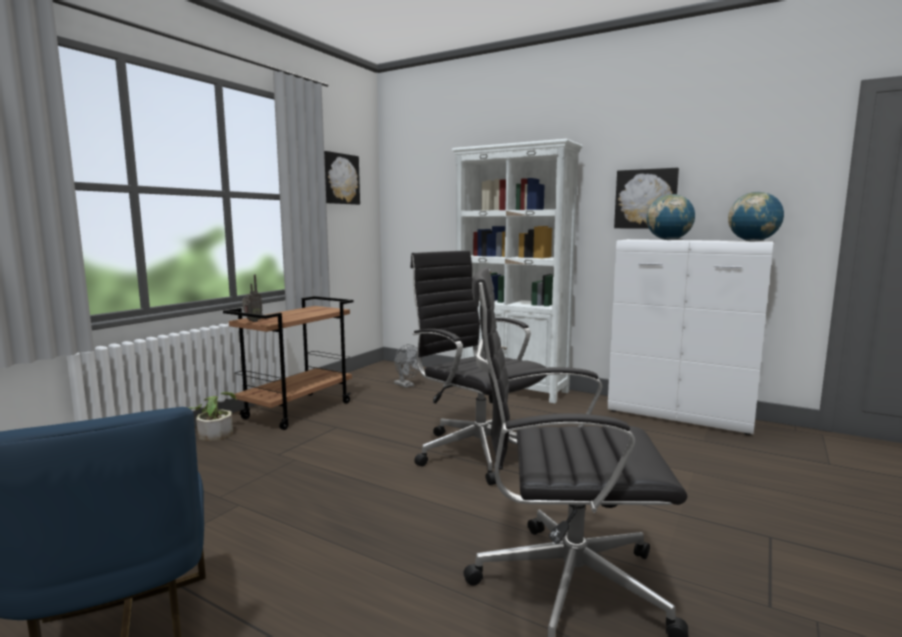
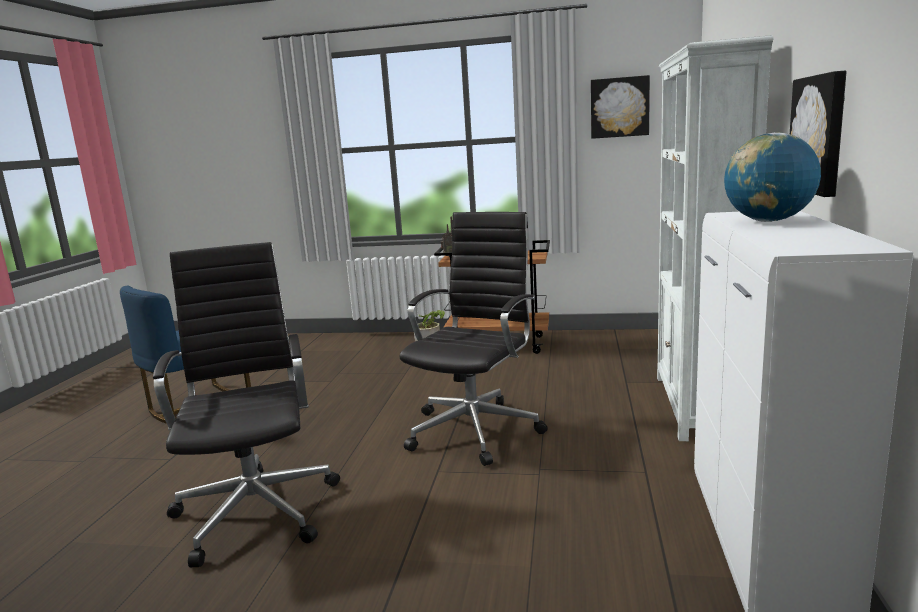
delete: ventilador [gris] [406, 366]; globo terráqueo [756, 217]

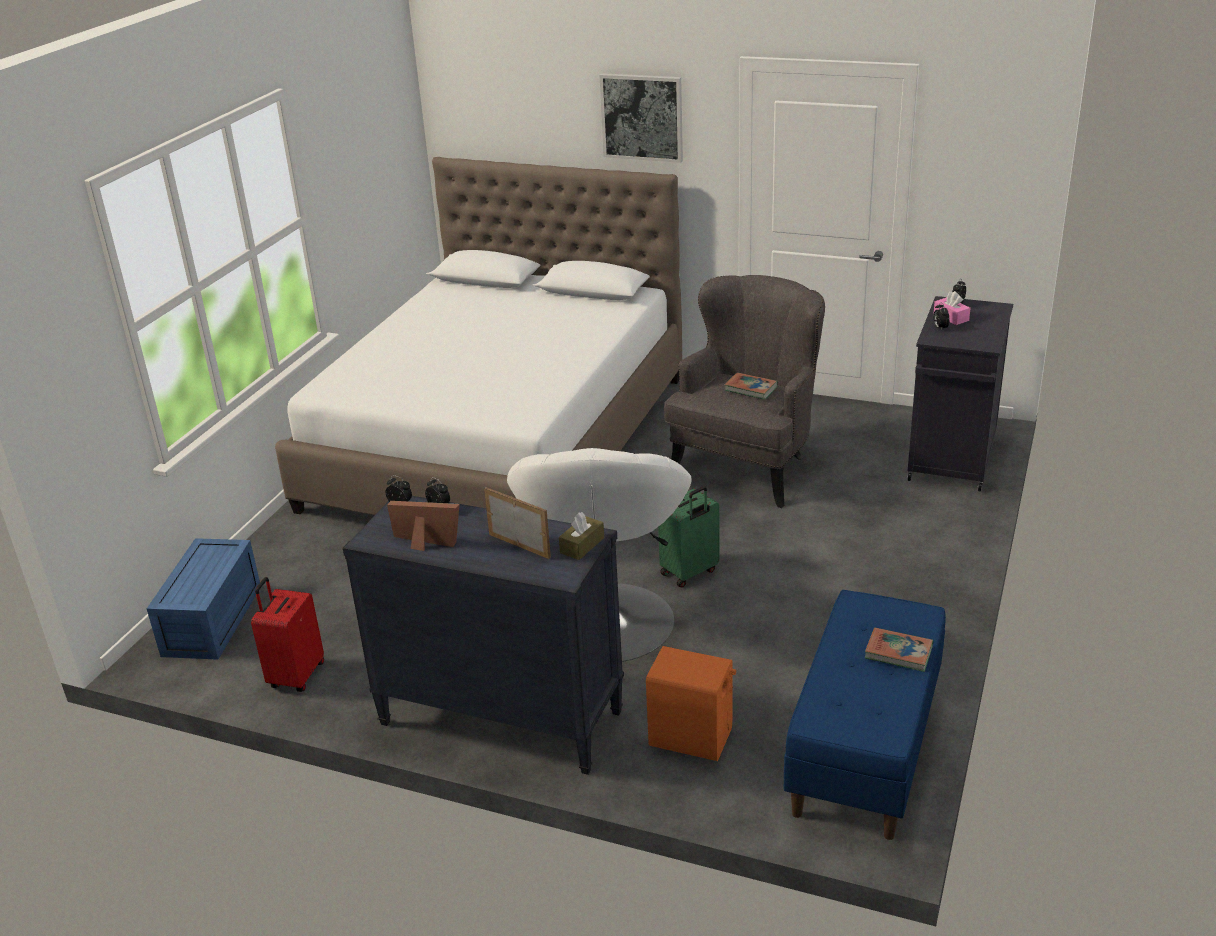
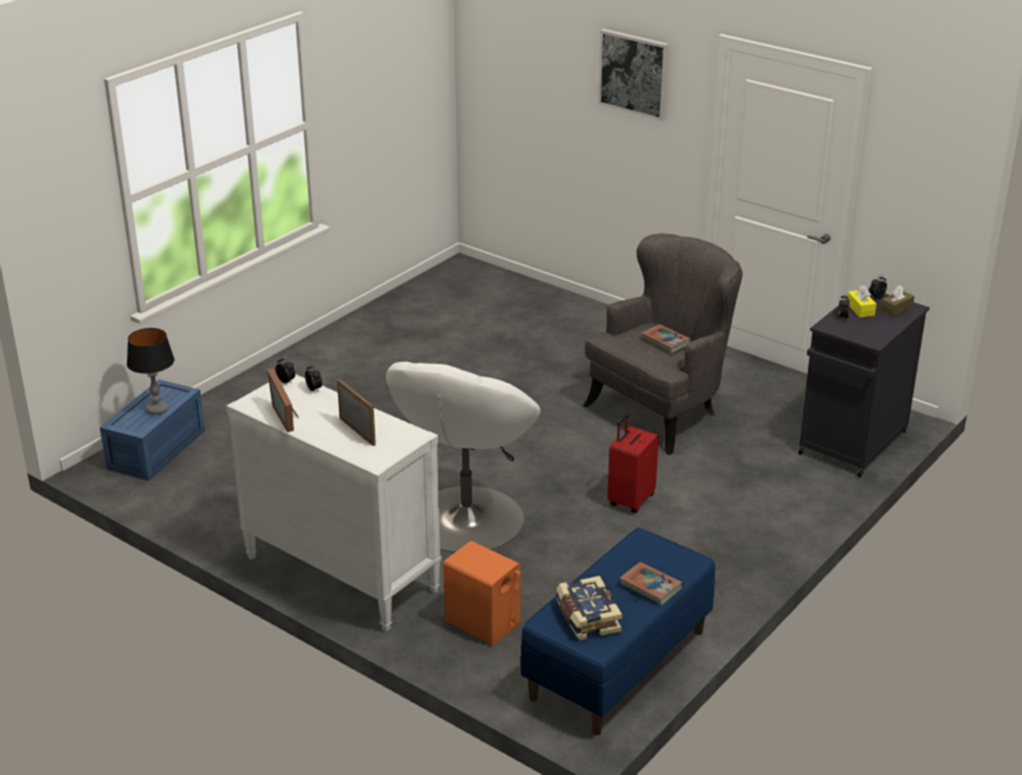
delete: cama [blanco] [478, 336]; maleta [verde] [689, 537]
insert: lámpara de mesa [150, 371]; libro [589, 608]
move: maleta [rojo] [287, 634] to [633, 463]; caja de pañuelos [marrón] [581, 536] to [897, 301]
recolor: cómoda [negro] [483, 635] to cómoda [blanco] [334, 502]; caja de pañuelos [rosa] [952, 308] to caja de pañuelos [amarillo] [861, 301]
rotate: portarretratos [423, 526] = [283, 400] 150 degrees counterclockwise

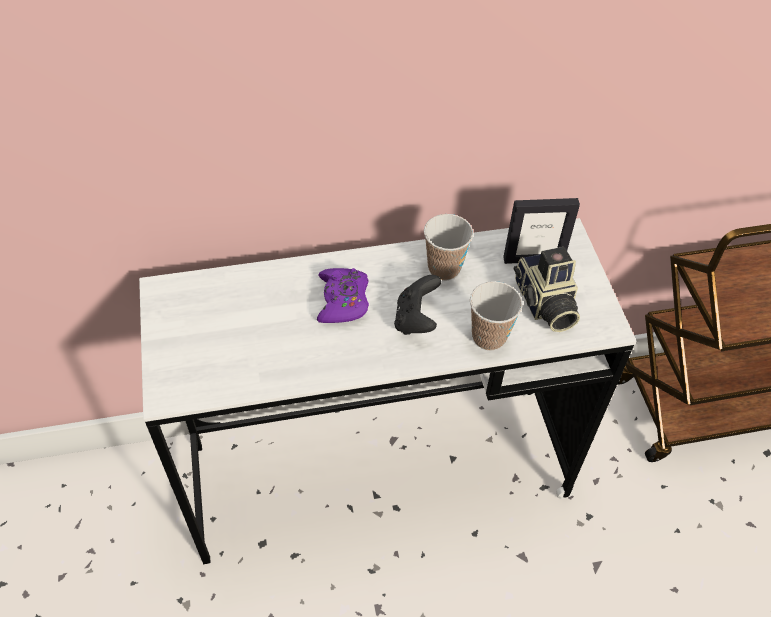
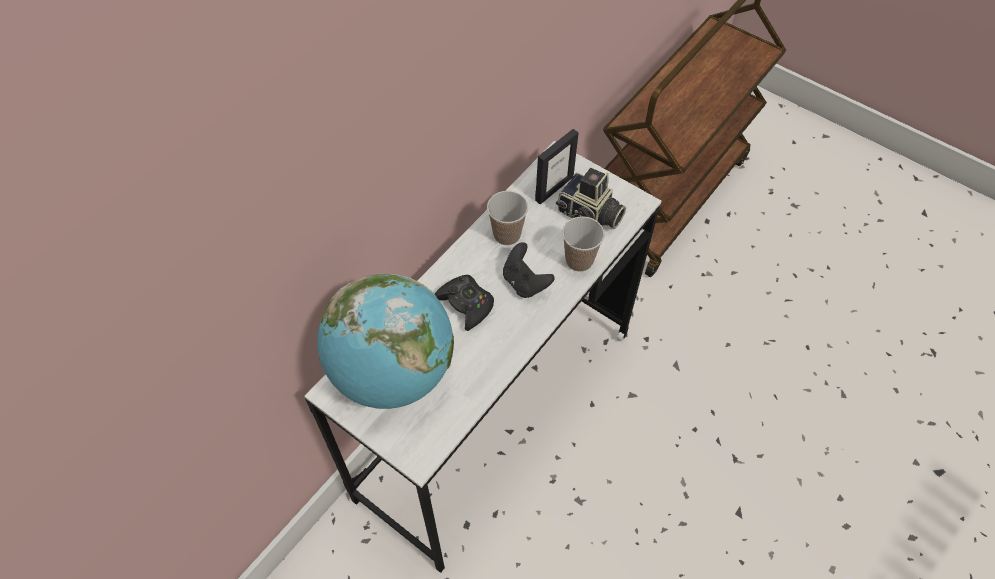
insert: globo terráqueo [385, 341]
recolor: mando de consola [morado] [343, 295] to mando de consola [negro] [464, 303]

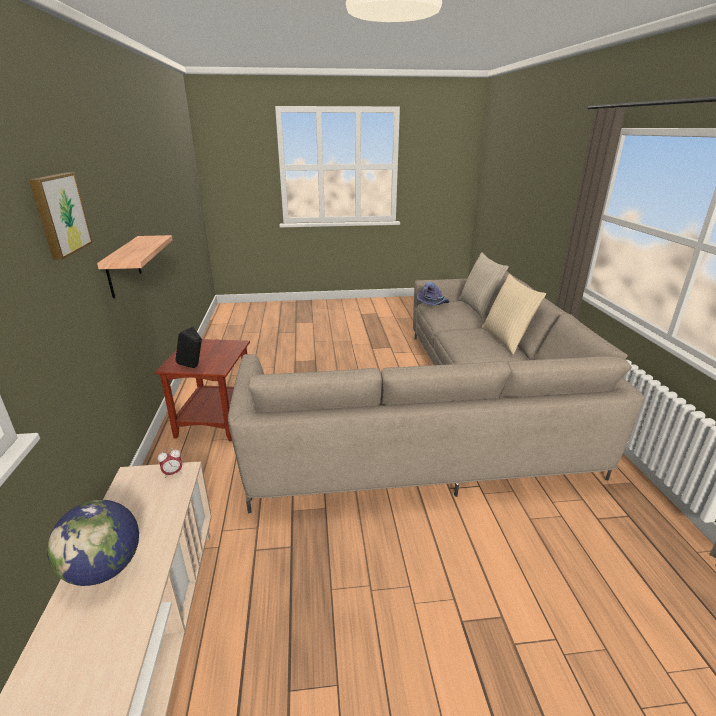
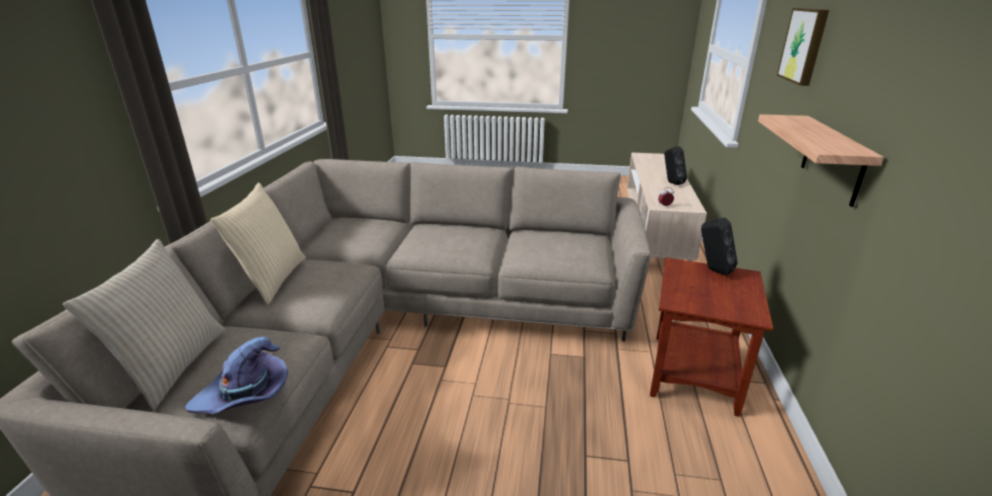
replace: globo terráqueo [93, 543] to altavoz [negro] [675, 165]

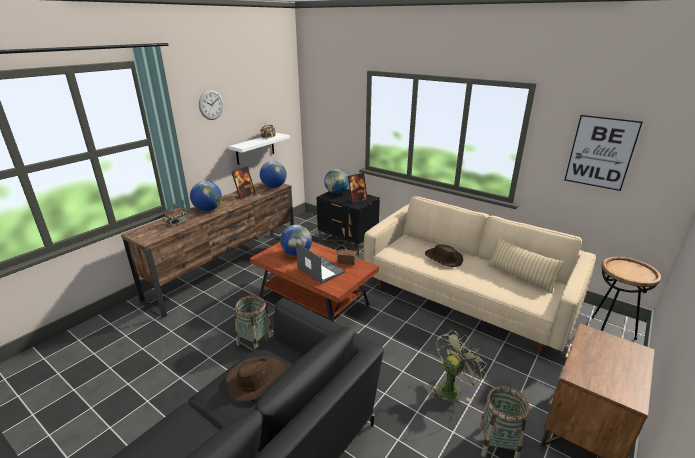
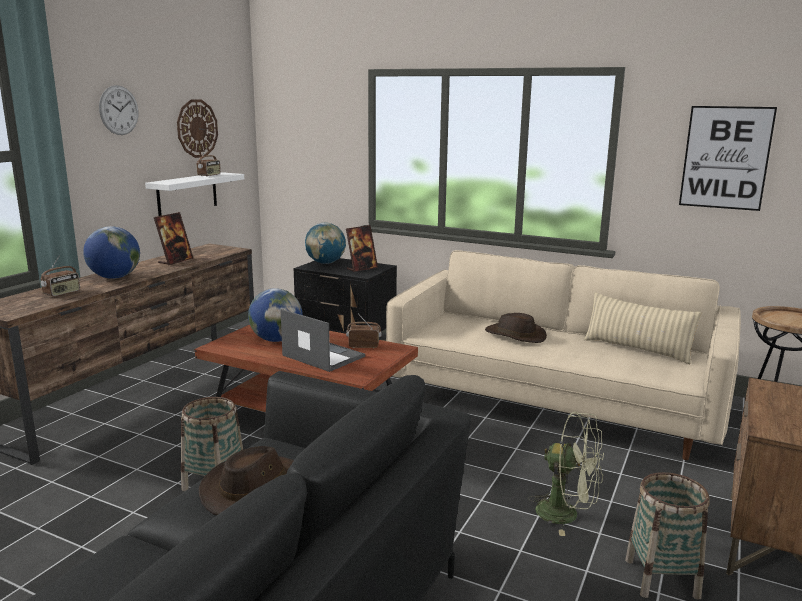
delete: globo terráqueo [273, 174]
insert: reloj de pared [197, 129]
rotate: ventilador [verde] [457, 366] = [566, 474] 75 degrees clockwise

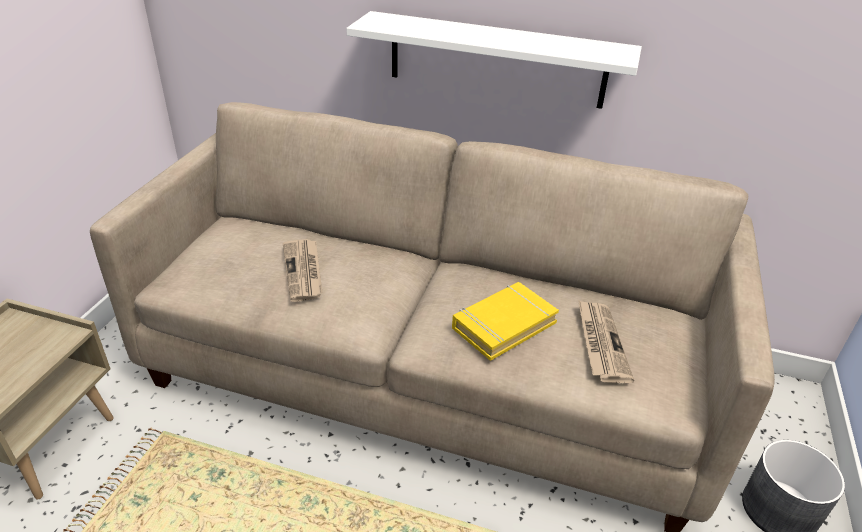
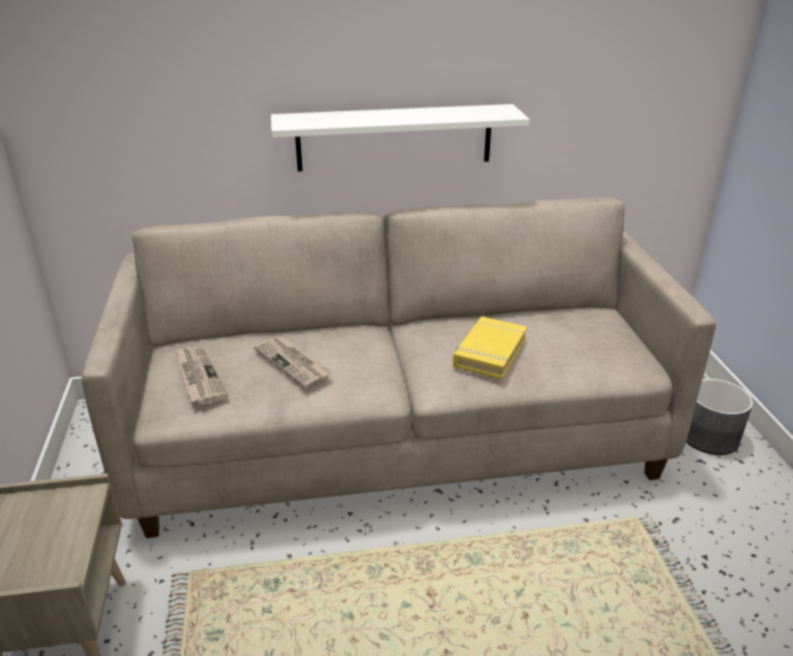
move: periódico [606, 341] to [201, 375]

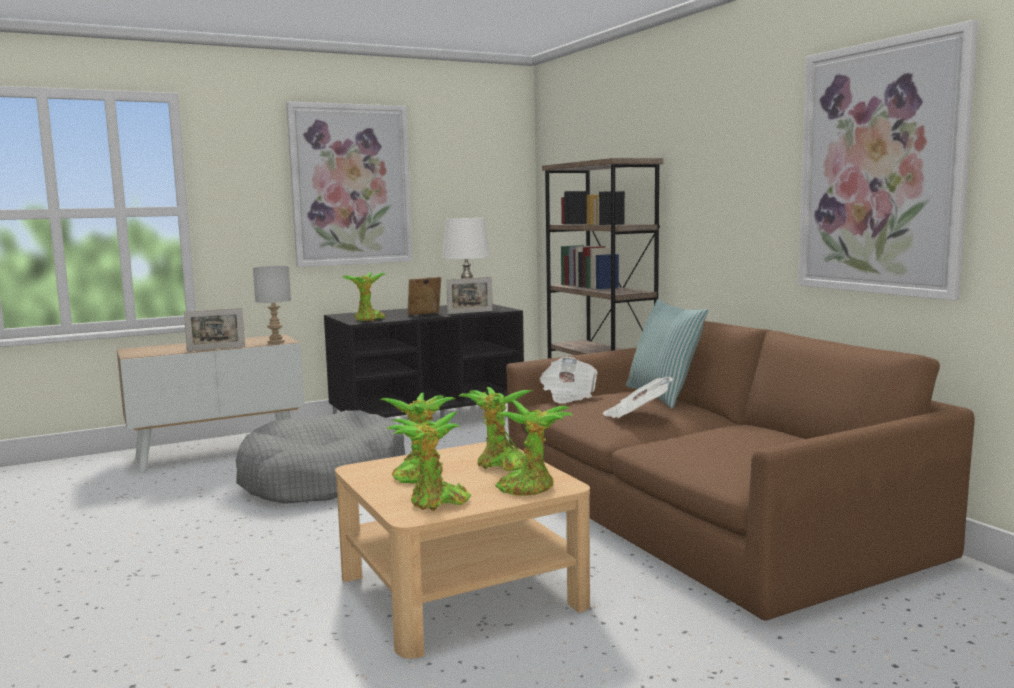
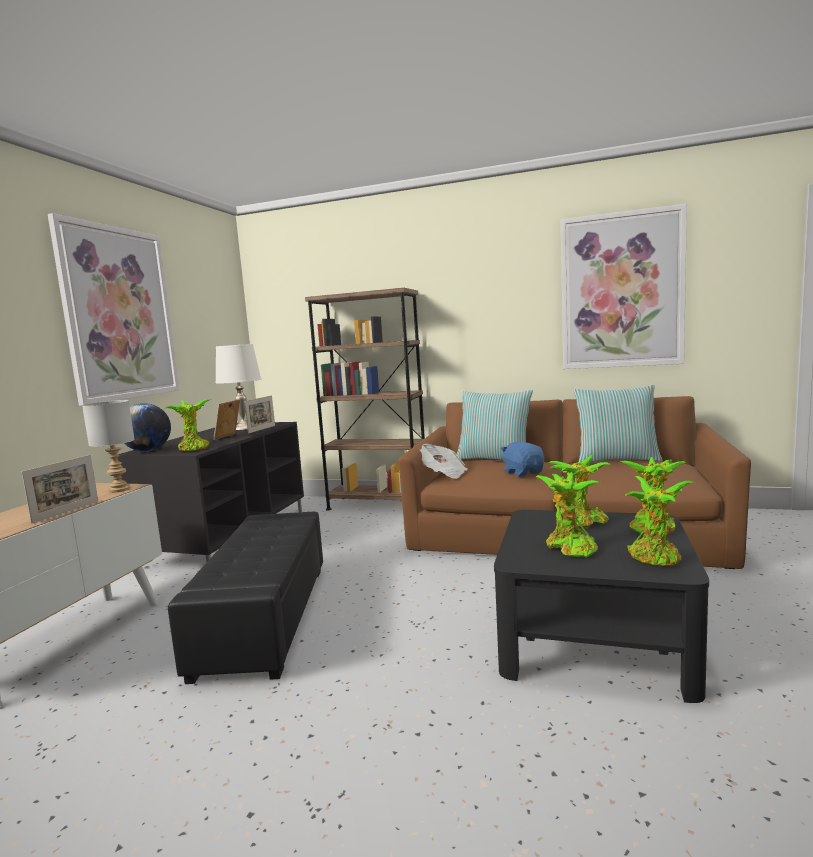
insert: globo terráqueo [147, 427]; cojín [618, 423]
replace: cama para perro [gris] [320, 457] to puf [negro] [245, 598]; periódico [638, 398] to peluche [azul] [523, 459]
recolor: mesa de centro [beis] [462, 550] to mesa de centro [negro] [601, 606]

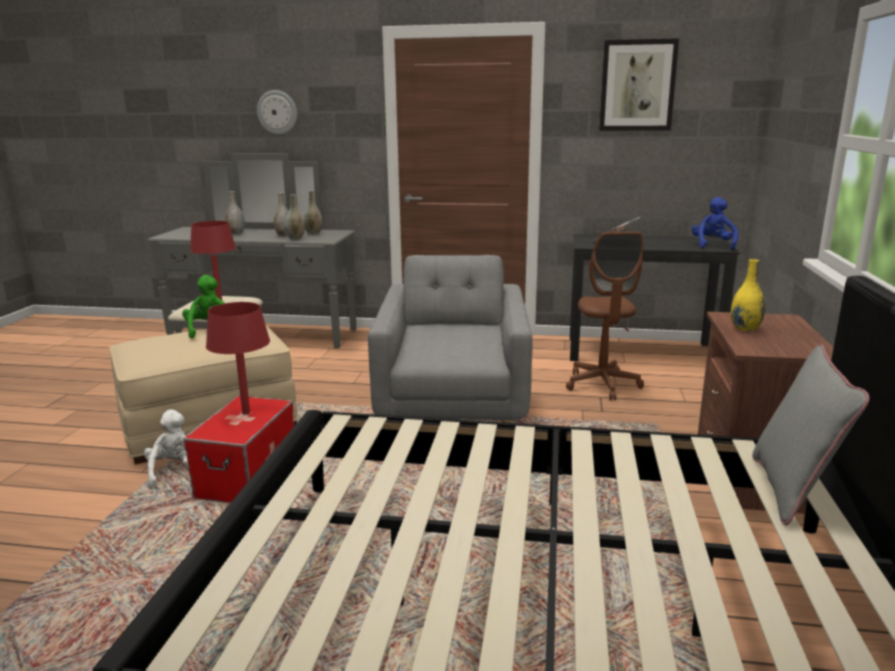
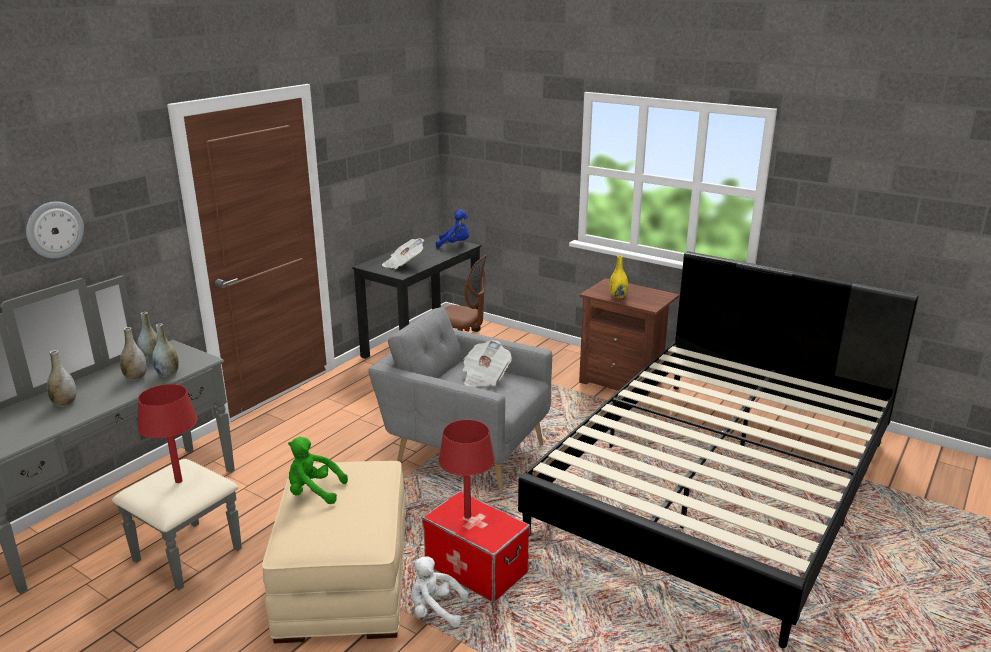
delete: cuadro [639, 84]; cojín [gris] [811, 435]
insert: periódico [487, 363]
rotate: peluche [azul] [715, 223] = [452, 229] 150 degrees clockwise

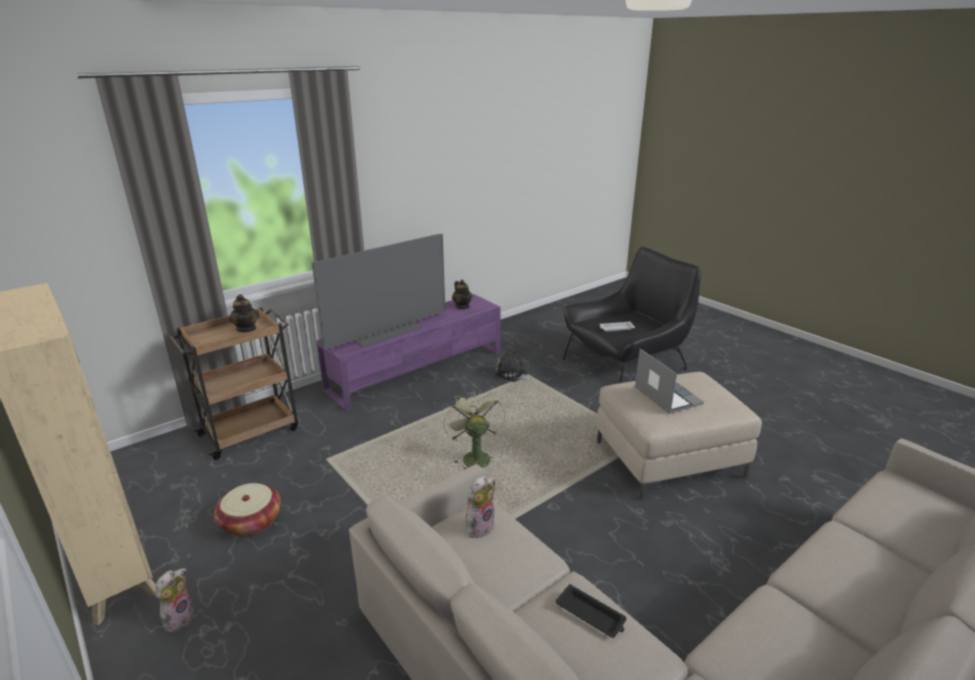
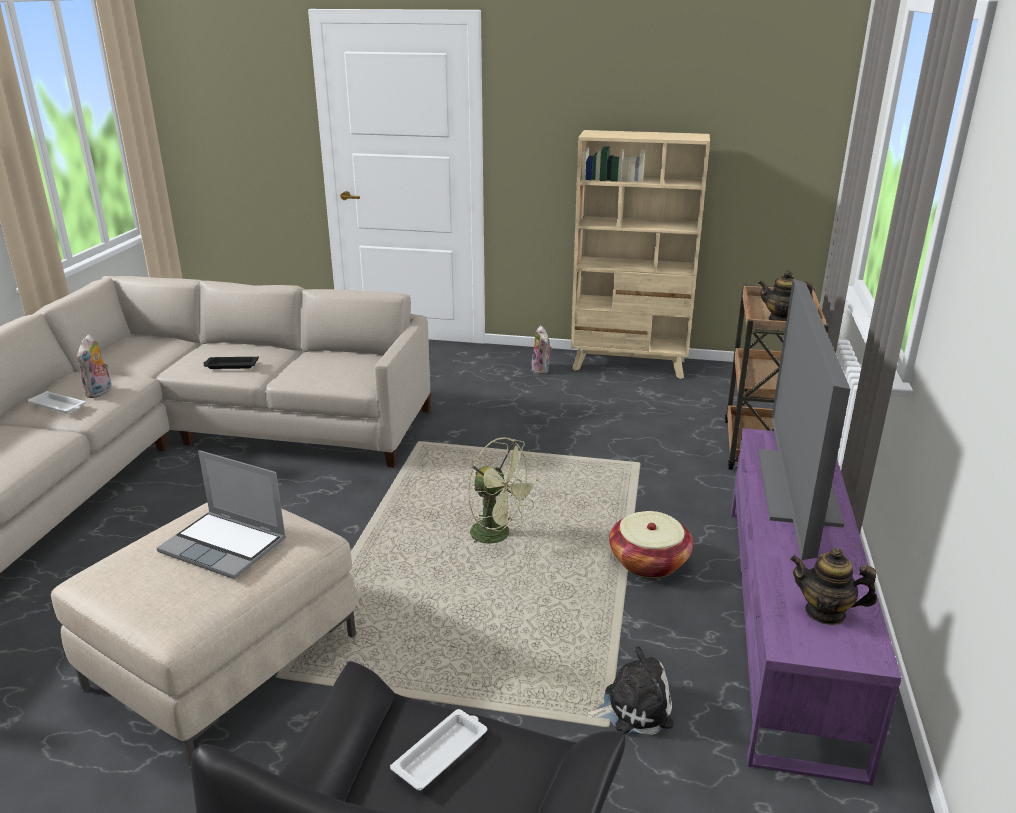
insert: bandeja [blanco] [56, 402]
move: peluche [480, 506] to [95, 366]; cesta [247, 510] to [651, 544]

